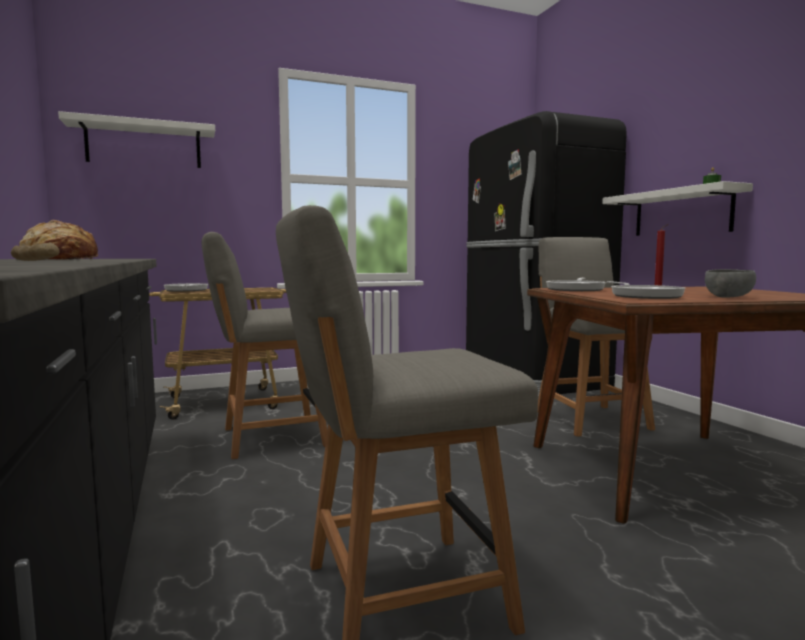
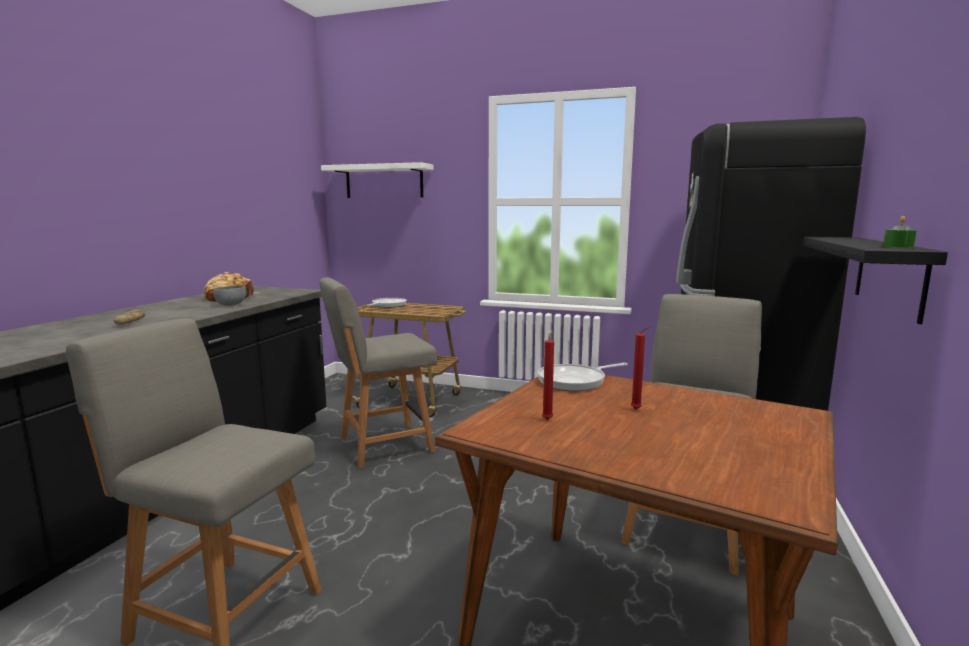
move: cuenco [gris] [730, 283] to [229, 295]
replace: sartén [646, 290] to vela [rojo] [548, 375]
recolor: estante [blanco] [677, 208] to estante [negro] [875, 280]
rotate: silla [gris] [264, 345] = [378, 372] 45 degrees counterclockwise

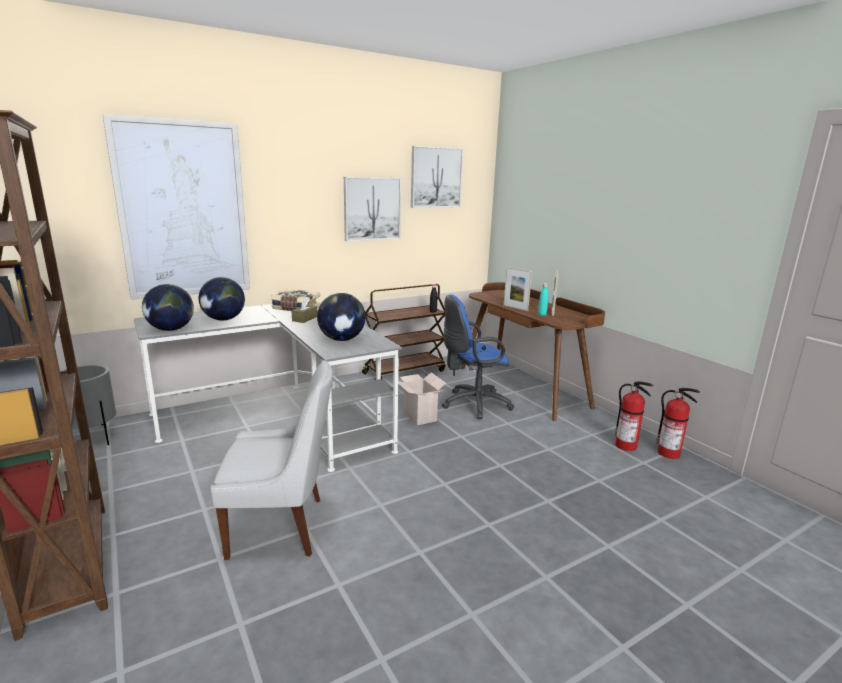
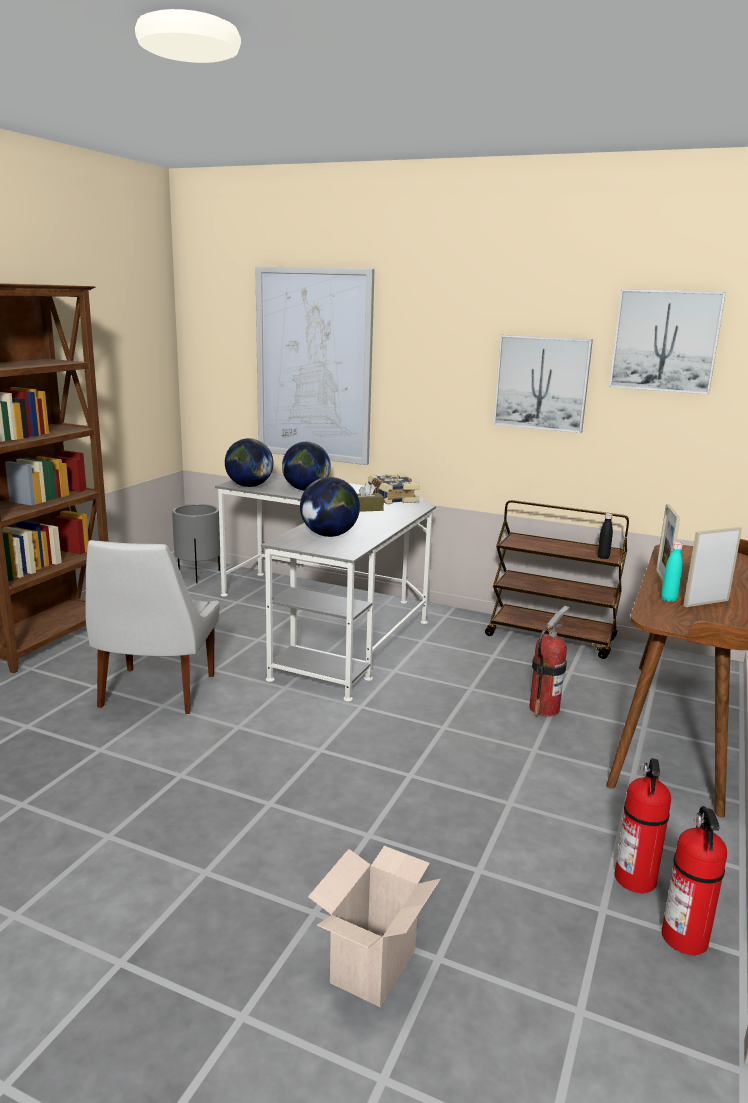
move: caja de cartón [422, 398] to [374, 926]
replace: silla de oficina [azul] [478, 357] to extintor [549, 661]
rotate: silla [blanco] [271, 460] = [152, 627] 45 degrees clockwise

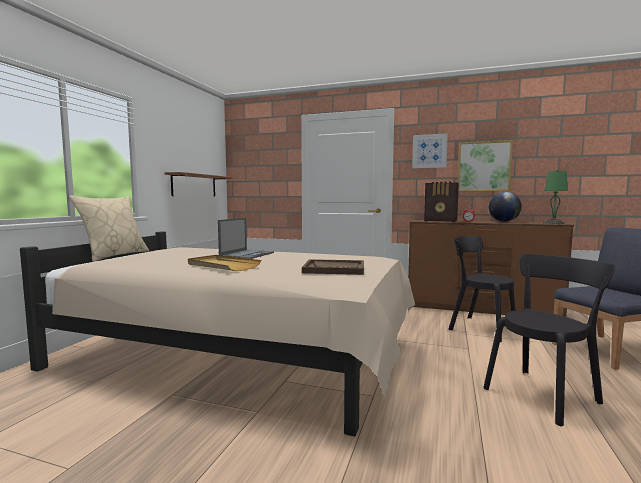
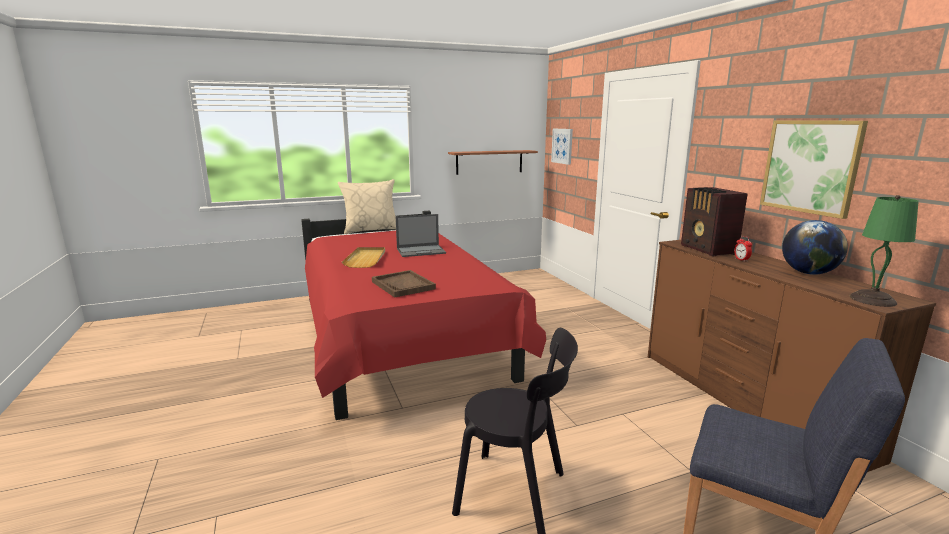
delete: silla [negro] [481, 289]
move: cuadro [430, 150] to [562, 147]
recolor: cama [beis] [217, 334] to cama [rojo] [423, 315]

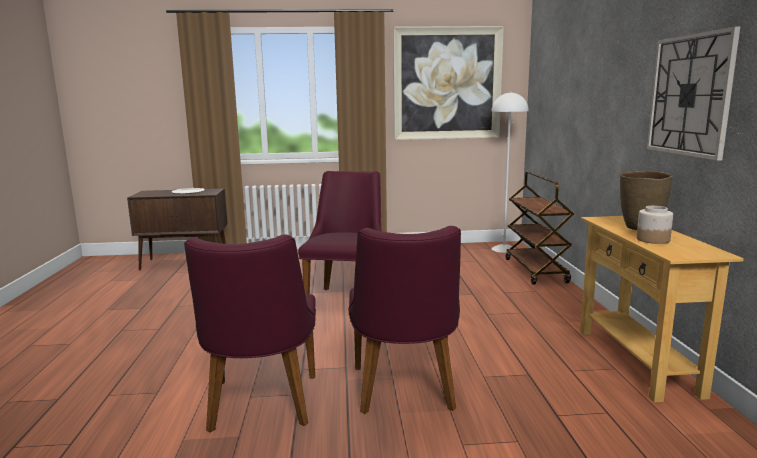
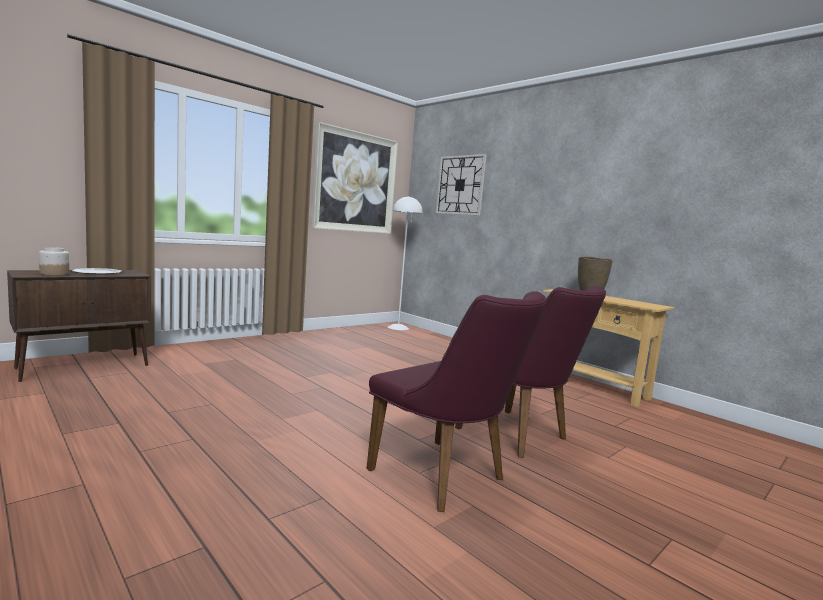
delete: silla [morado] [340, 232]; carrito [marrón] [540, 228]
move: tarro [654, 225] to [54, 261]; reloj de pared [693, 93] to [461, 184]

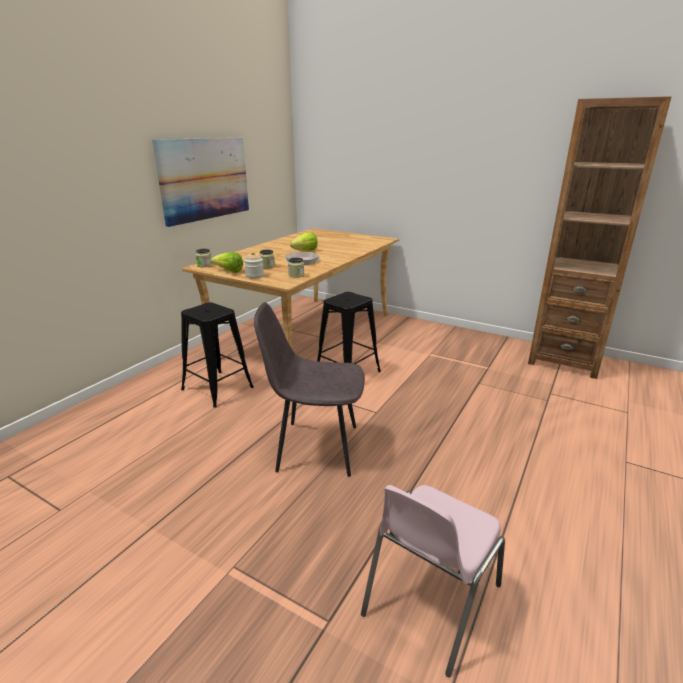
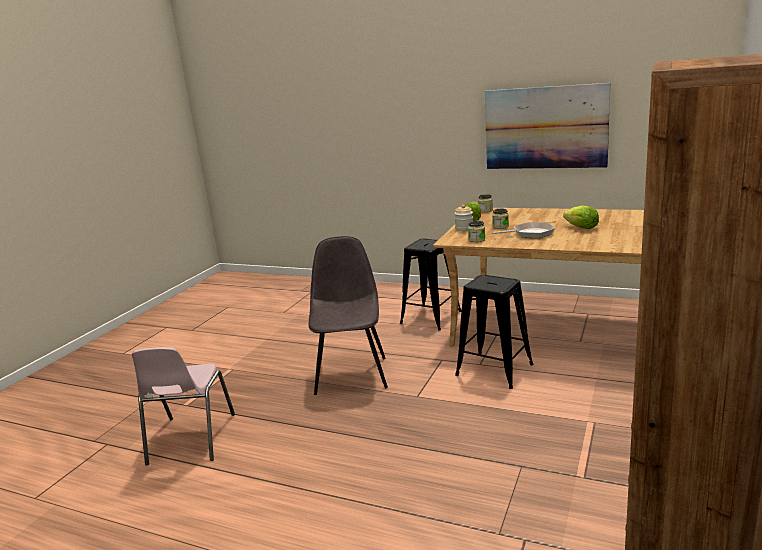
rotate: silla [rosa] [433, 581] = [183, 406] 120 degrees counterclockwise

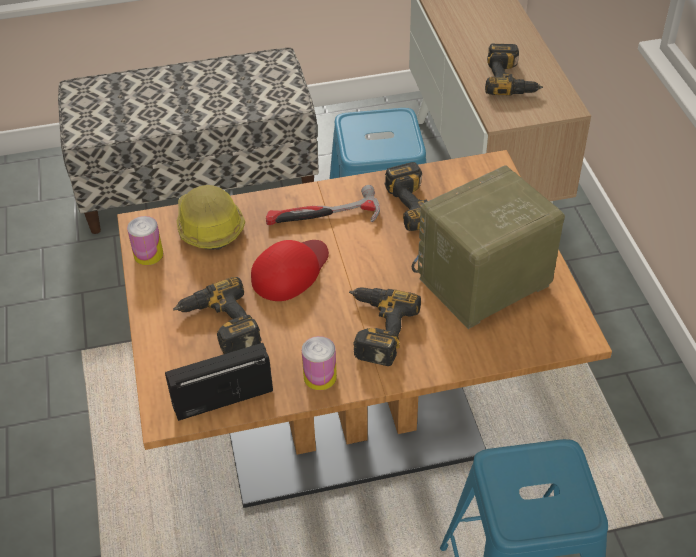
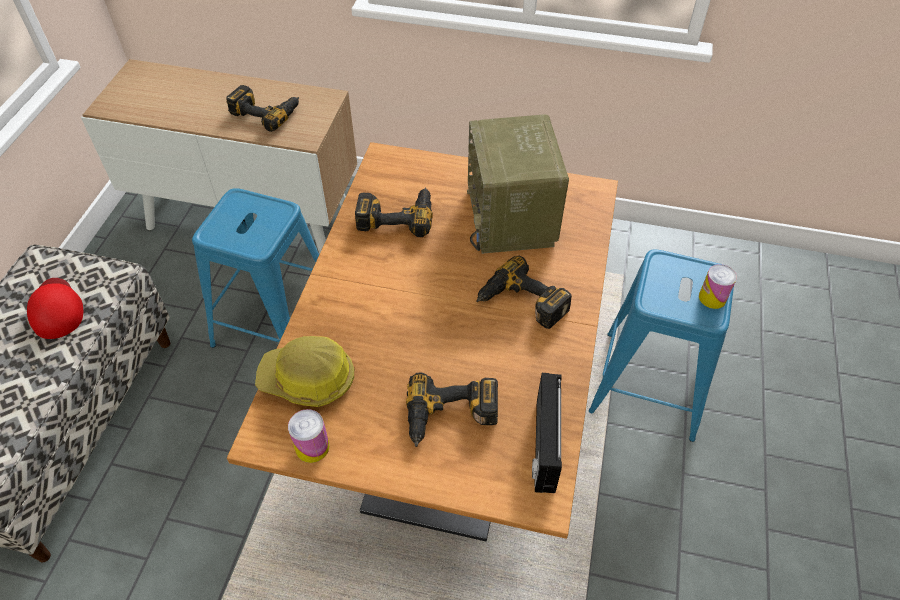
delete: martillo [323, 205]
move: gorra [rojo] [290, 270] to [55, 308]; lata [319, 363] to [718, 286]

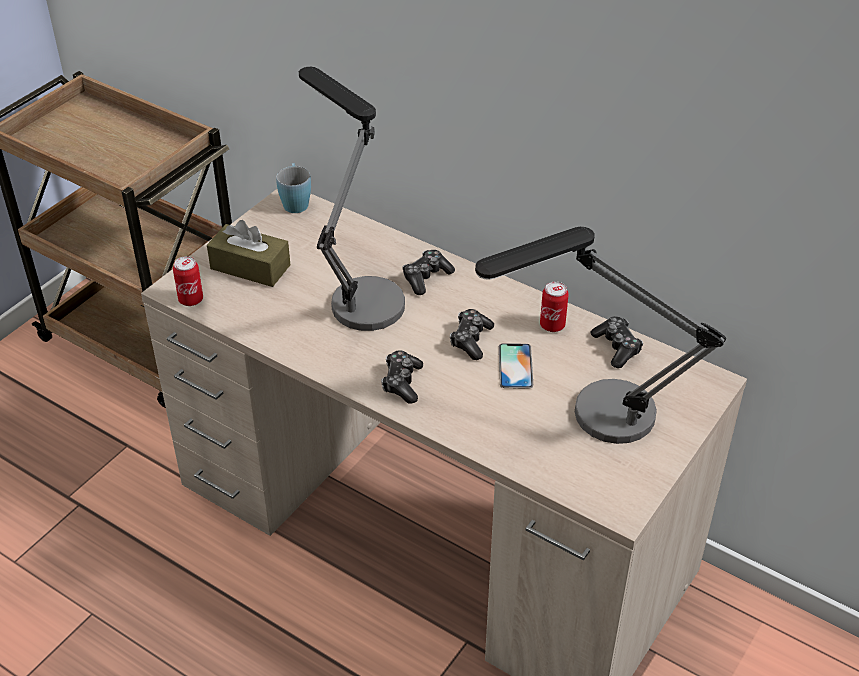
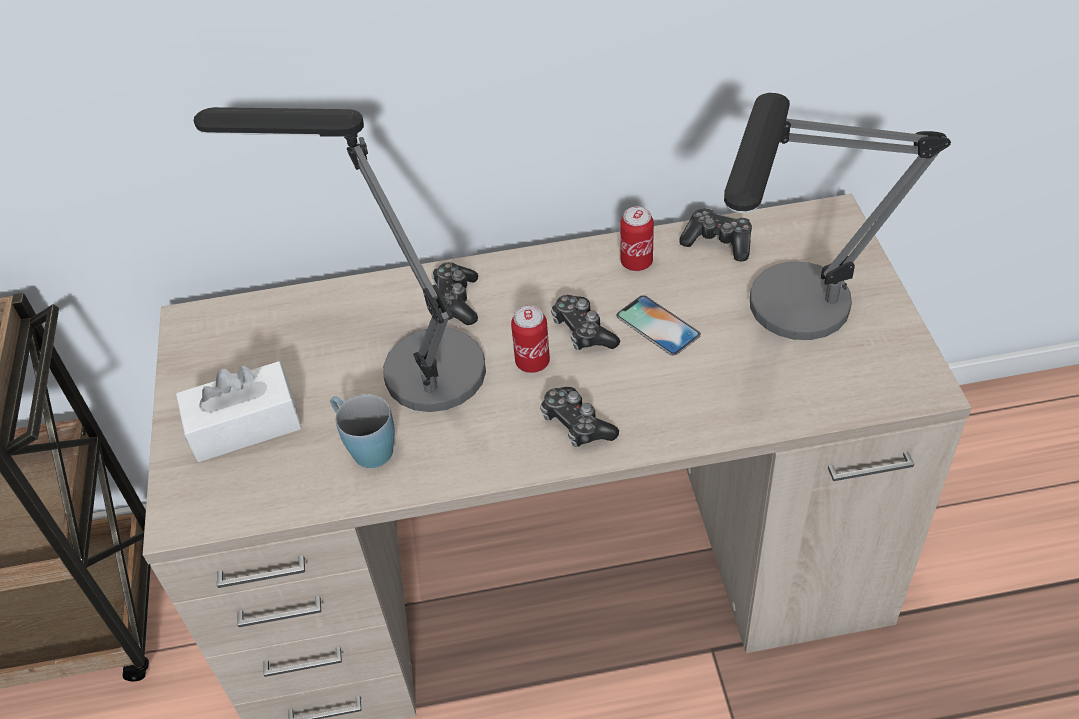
move: taza grande [azul] [293, 188] to [362, 431]; lata [188, 281] to [530, 339]
recolor: caja de pañuelos [marrón] [248, 253] to caja de pañuelos [blanco] [239, 411]

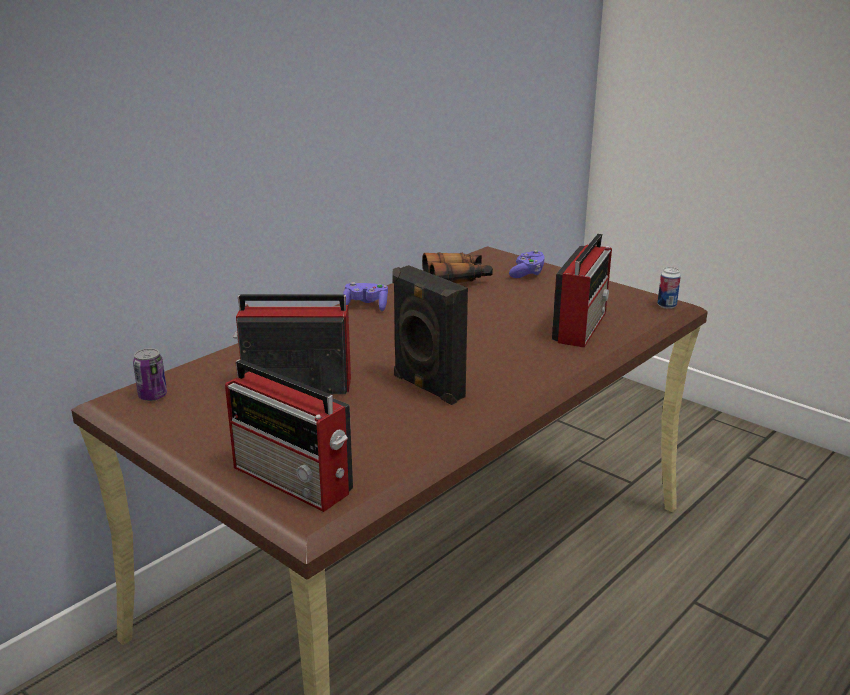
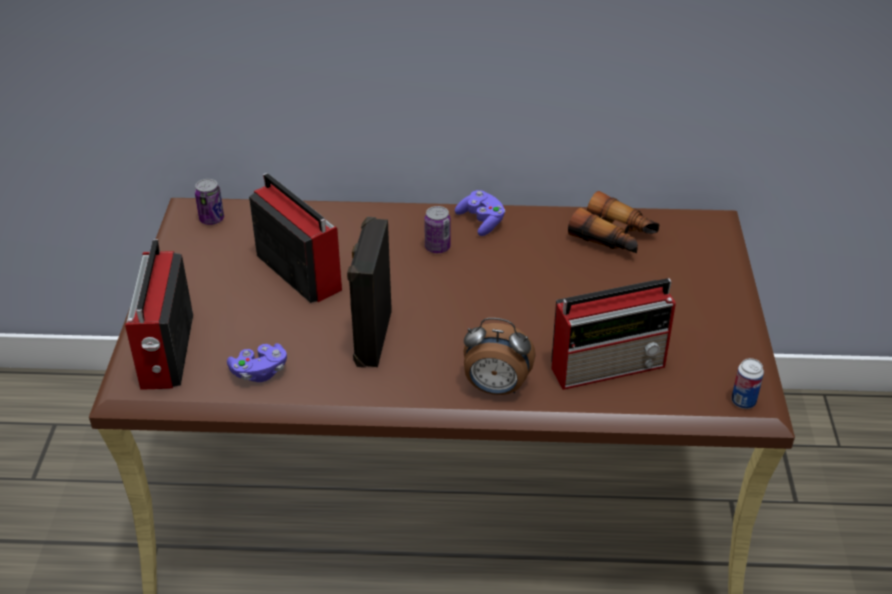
insert: lata [437, 229]; despertador [499, 356]
move: mando de consola [morado] [527, 264] to [257, 362]

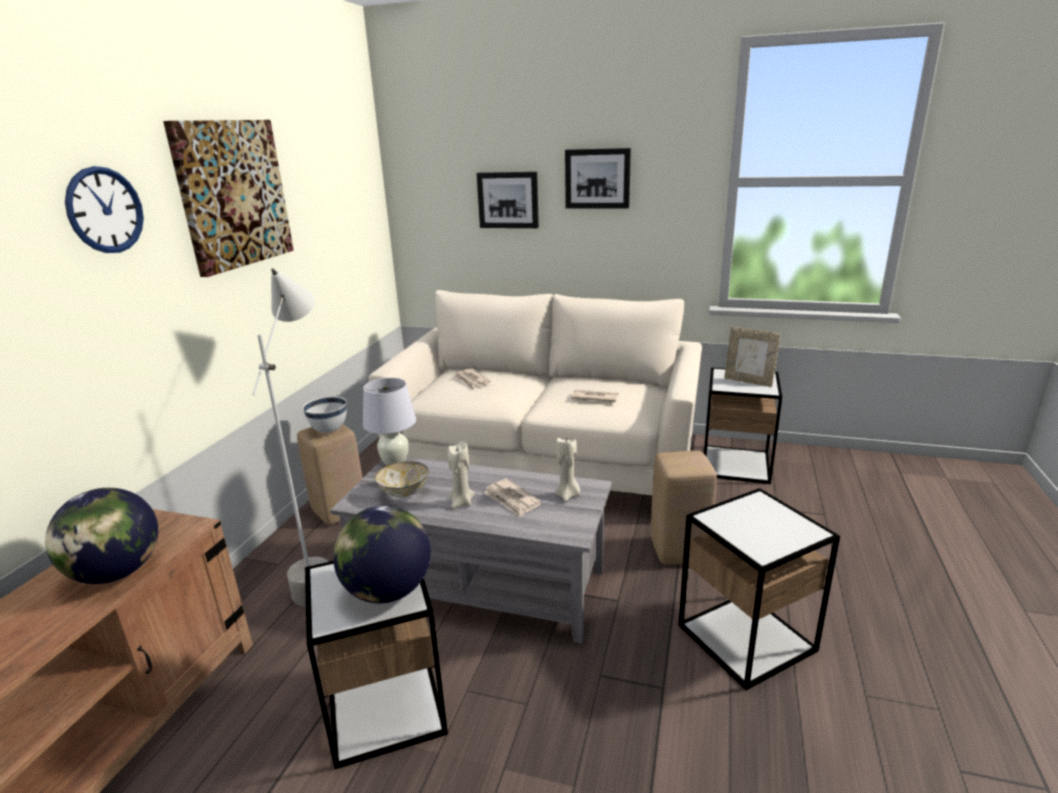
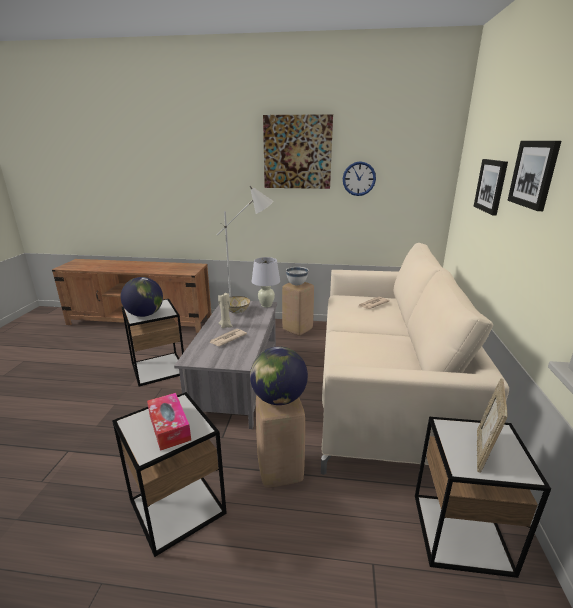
delete: vela [beis] [567, 469]; periódico [595, 396]
insert: caja de pañuelos [169, 422]
move: globo terráqueo [101, 536] to [279, 376]; reloj de pared [104, 209] to [359, 178]

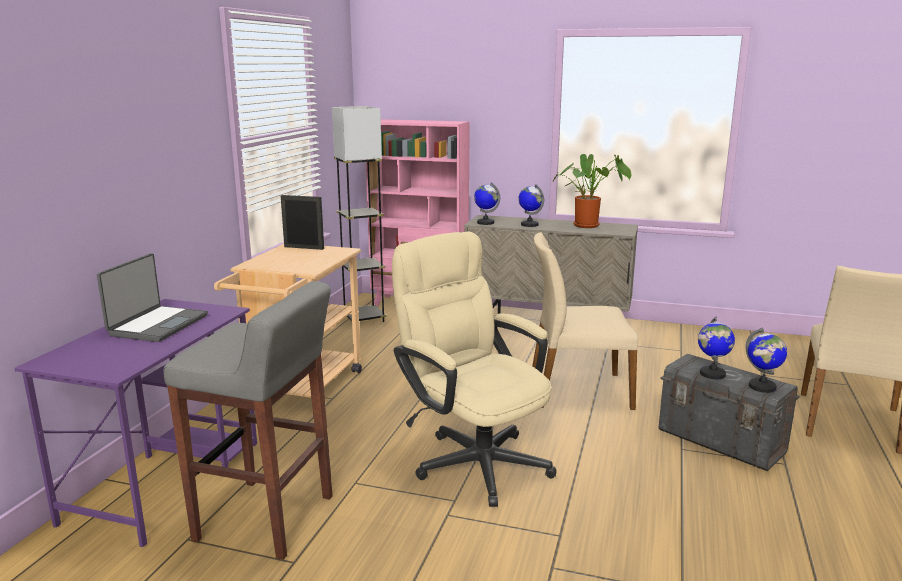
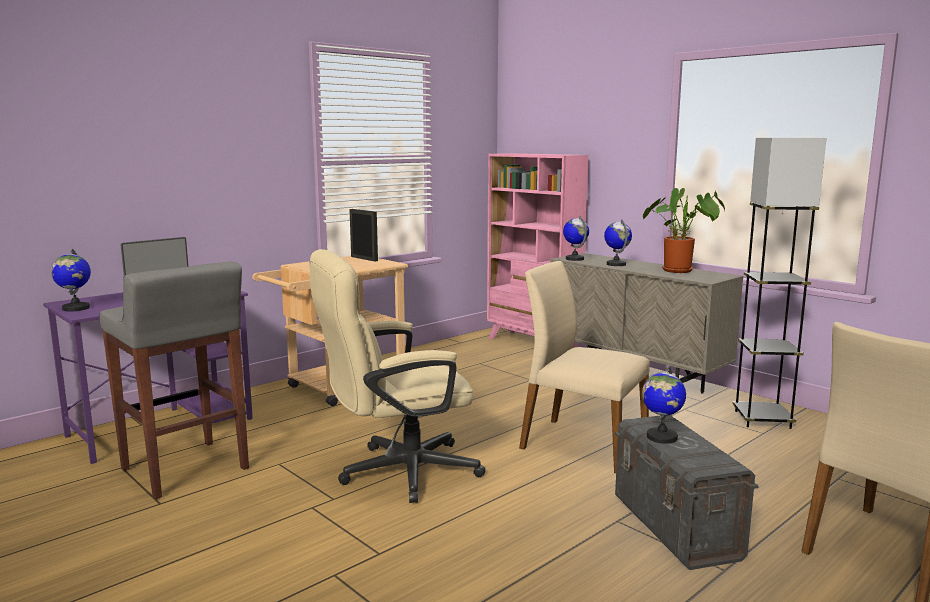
move: globo terráqueo [766, 360] to [71, 280]; lámpara de pie [gris] [359, 214] to [779, 283]
rotate: silla de oficina [beis] [474, 369] = [397, 376] 105 degrees counterclockwise

